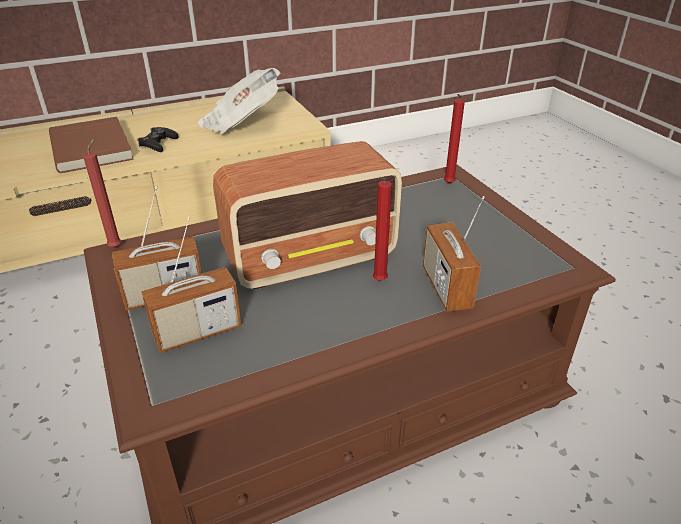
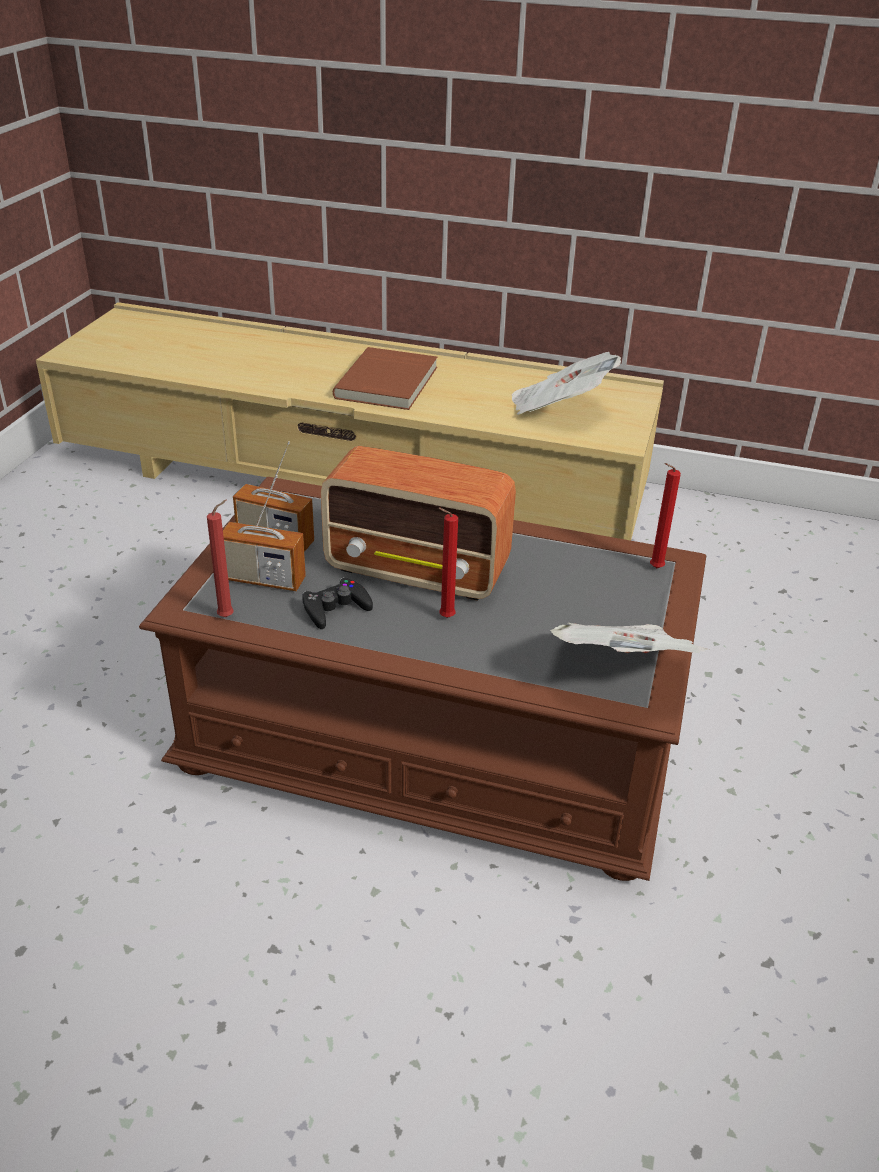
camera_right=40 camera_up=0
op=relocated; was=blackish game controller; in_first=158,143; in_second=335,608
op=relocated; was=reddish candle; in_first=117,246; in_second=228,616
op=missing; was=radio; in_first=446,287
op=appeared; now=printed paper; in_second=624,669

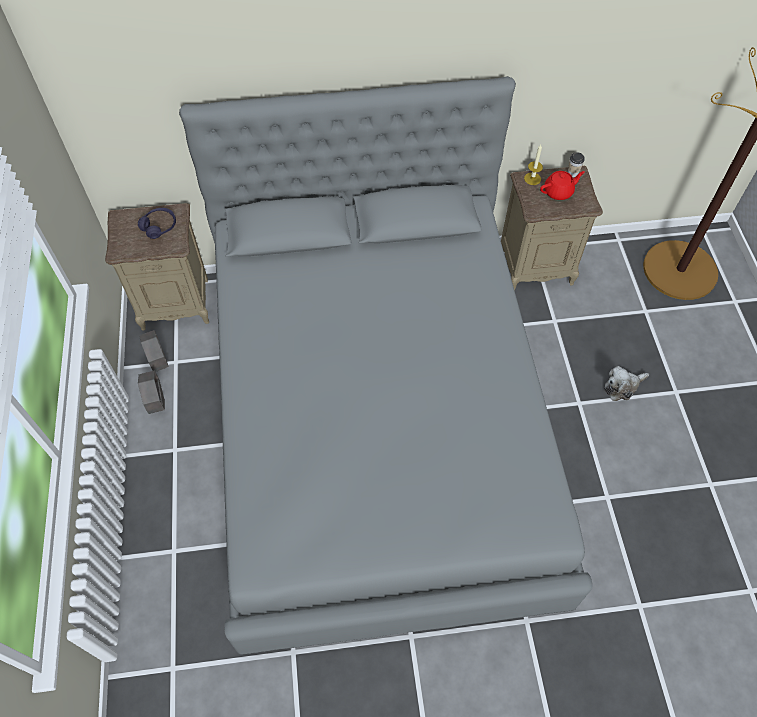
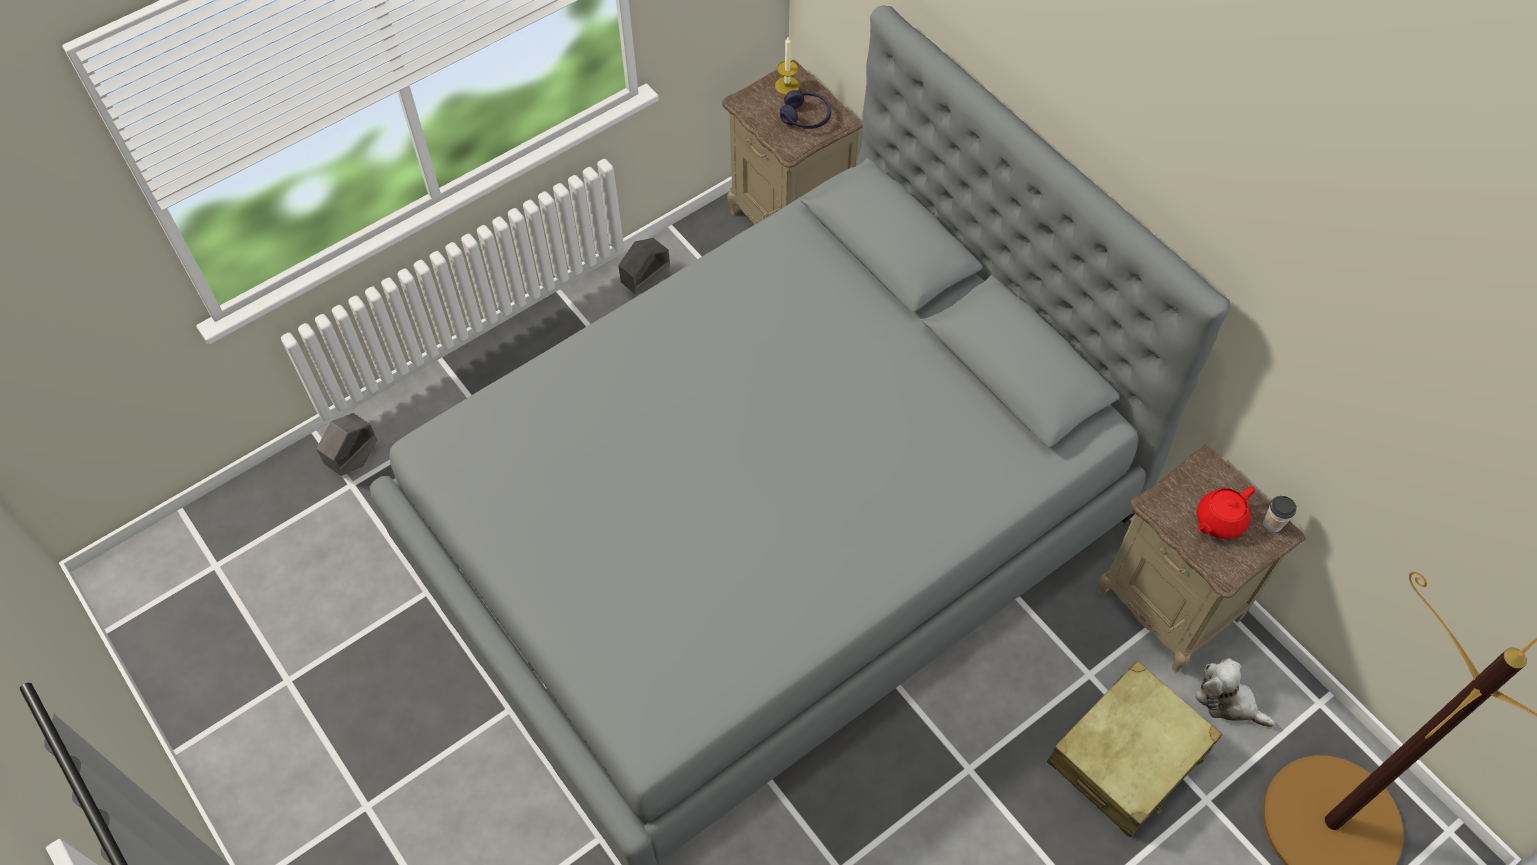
camera_right=60 camera_up=0
op=relocated; was=candle; in_first=532,178; in_second=787,86
op=spun; was=reddish teapot; in_first=558,192; in_second=1218,520; clockwise=105
op=relocated; was=grey planter; in_first=159,362; in_second=354,460
op=relocated; was=soft toy; in_first=622,387; in_second=1228,701
op=appeared; now=beige travel case; in_second=1128,756

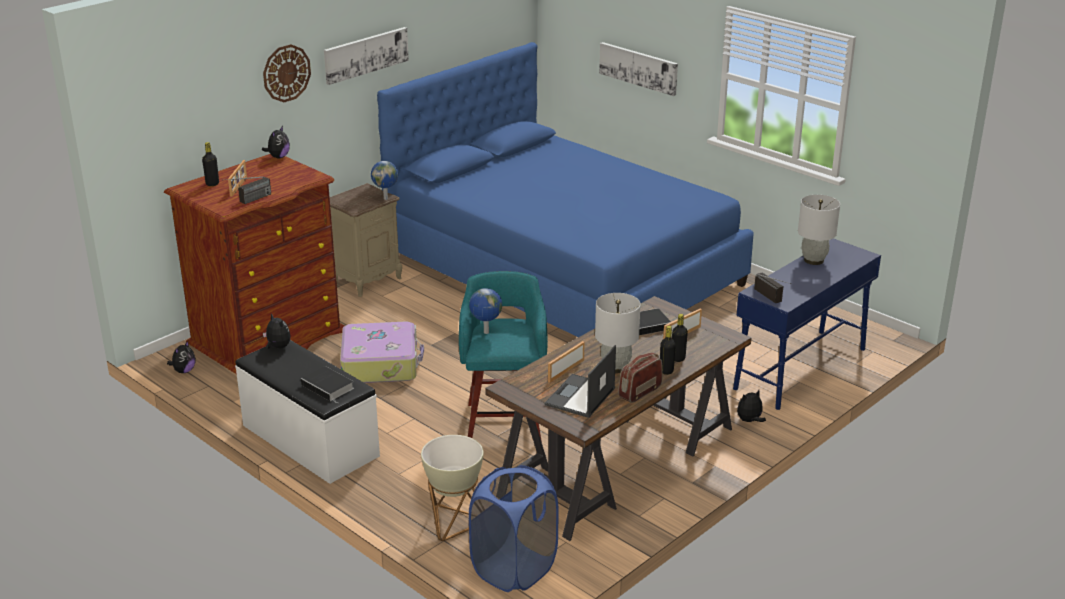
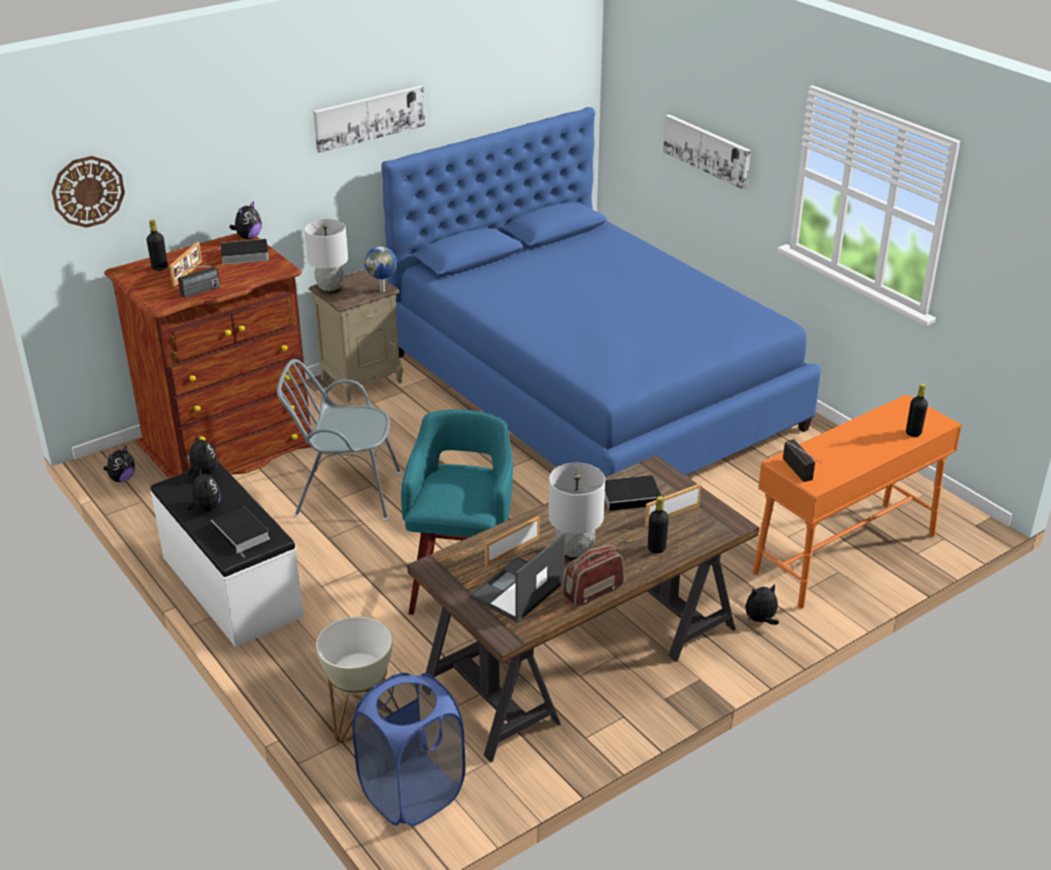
camera_right=10 camera_up=5
op=relocated; was=wall clock; in_first=286,73; in_second=88,191
op=relocated; was=white table lamp; in_first=813,260; in_second=330,289
op=colour; was=bluish hall table; now=orange hall table; in_first=799,369; in_second=843,553
op=missing; was=globe; in_first=485,332
op=exchanged; was=travel case; now=grey plain chair; in_first=381,363; in_second=343,492
op=relocated; was=blackish beverage bottle; in_first=666,371; in_second=913,433
op=appeared; now=bound book; in_second=243,255
op=appeared; now=soft toy; in_second=205,508

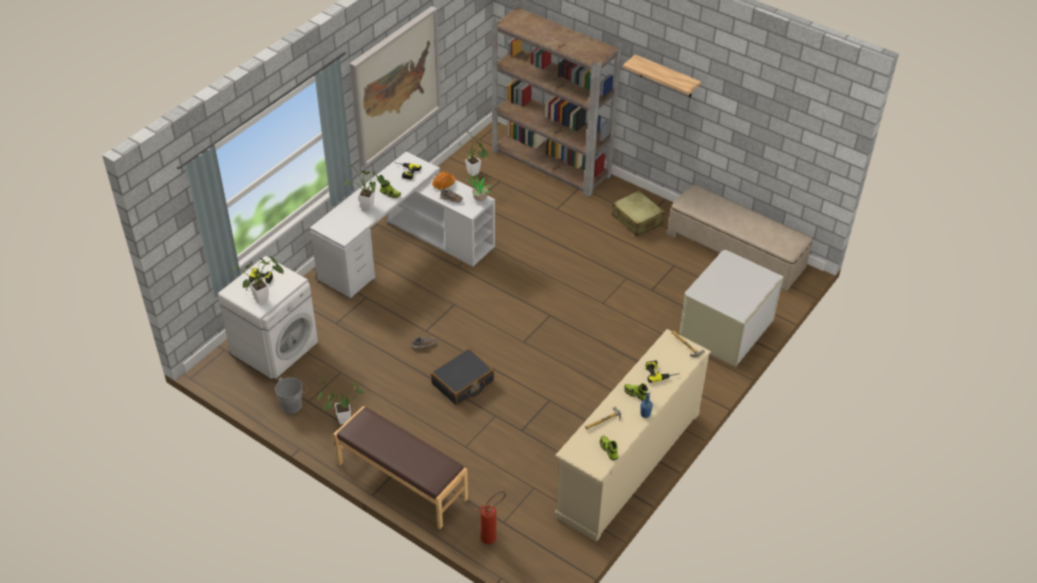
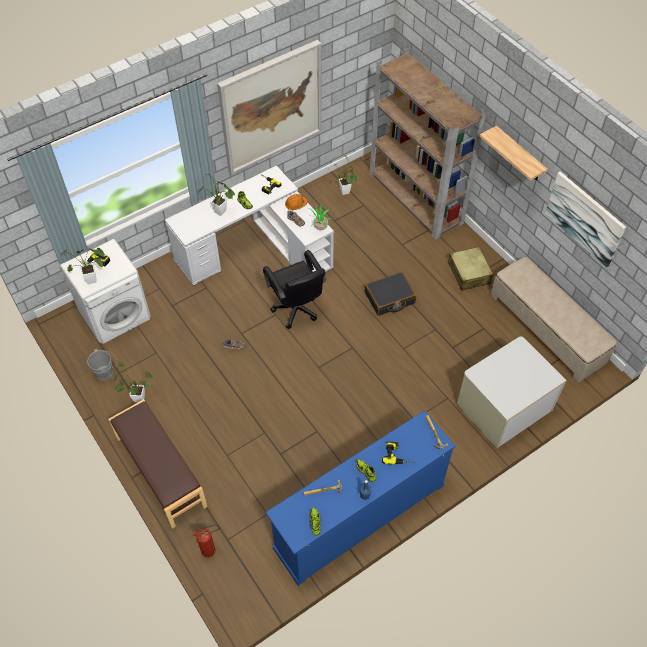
camera_right=20 camera_up=10
op=colour; was=beige cabinet; now=bluish cabinet; in_first=628,464; in_second=359,516
op=relocated; was=blackish travel case; in_first=463,383; in_second=389,298
op=appeared; now=wall art; in_second=584,218
op=appeared; now=blackish office chair; in_second=297,312

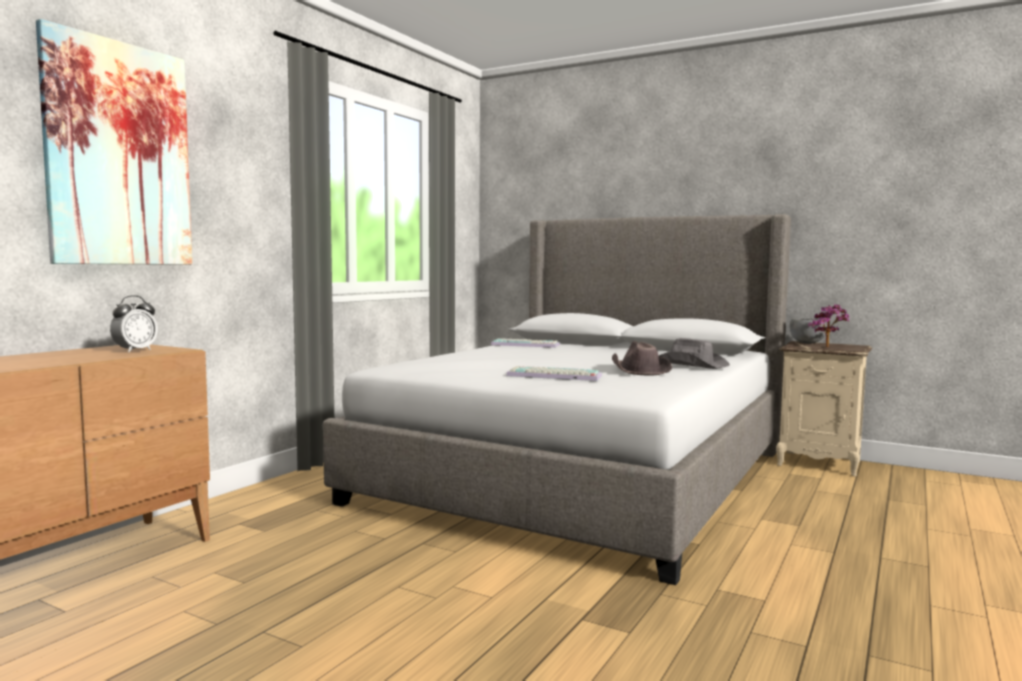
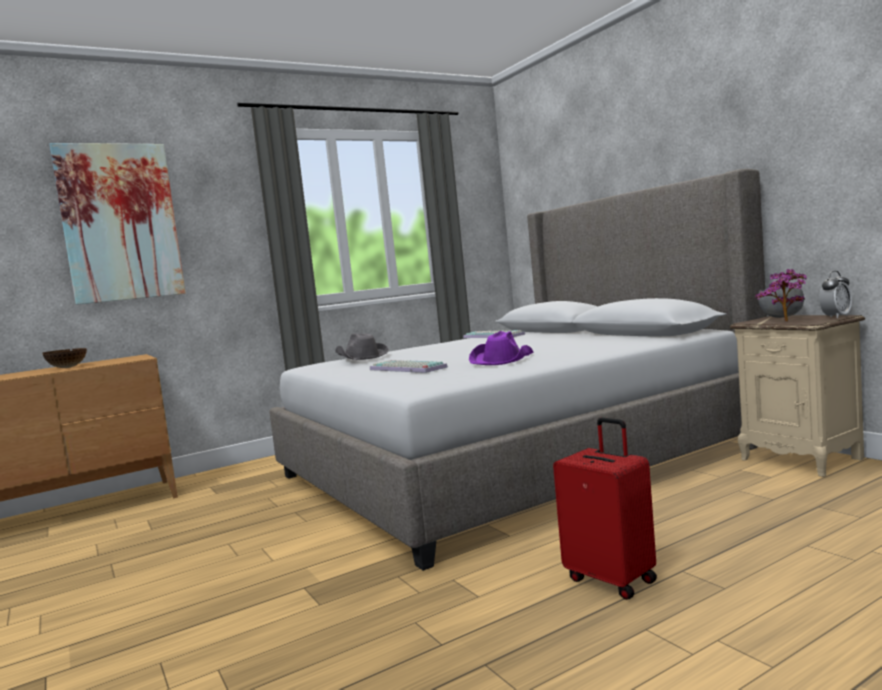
camera_right=30 camera_up=0
op=relocated; was=table clock; in_first=135,350; in_second=836,317
op=relocated; was=grey wearable hat; in_first=691,365; in_second=361,357
op=colour; was=brown-coloured wearable hat; now=purple-coloured wearable hat; in_first=639,370; in_second=502,360
op=appeared; now=deep dish; in_second=67,368
op=appeared; now=reddish travel case; in_second=612,579

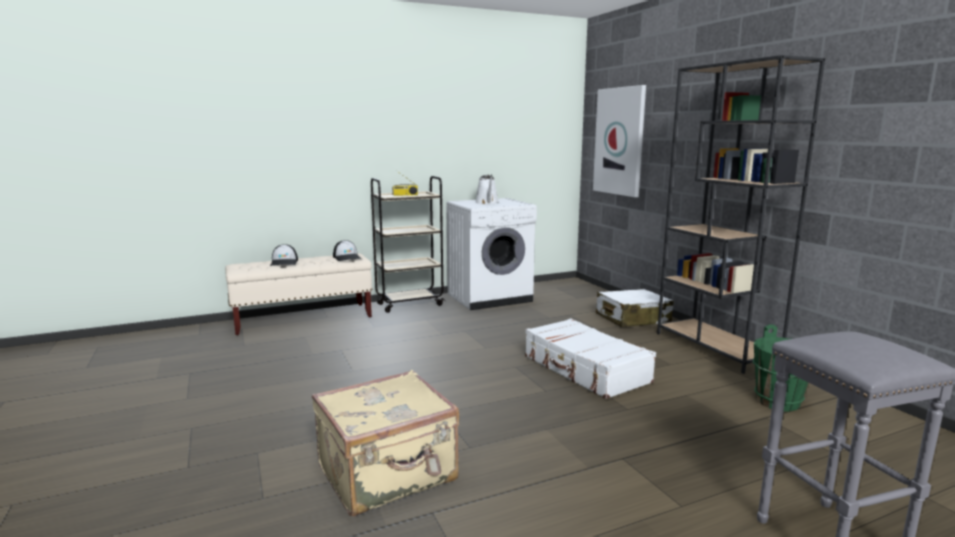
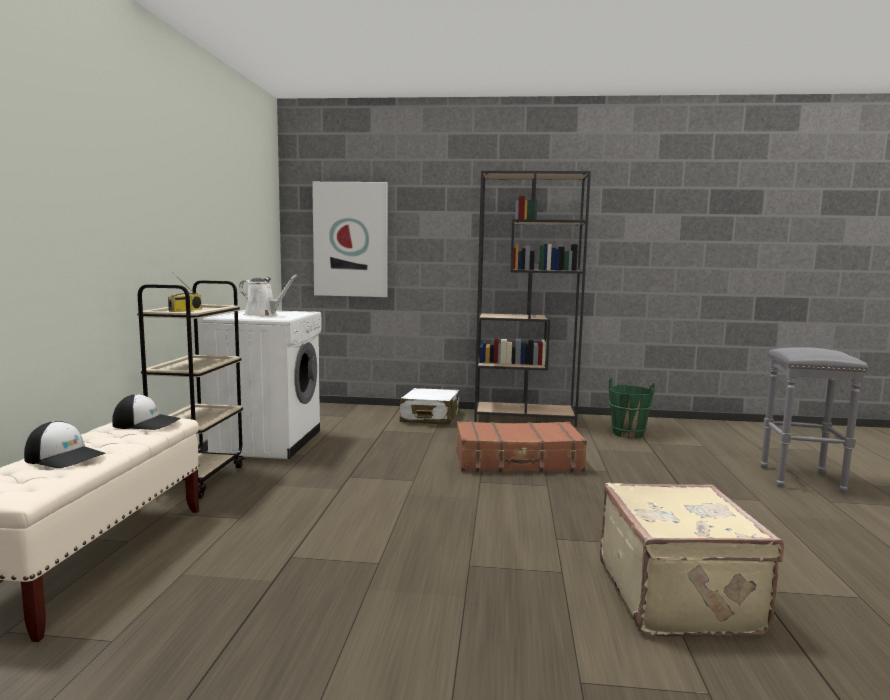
camera_right=-60 camera_up=-5
op=colour; was=white travel case; now=brown-coloured travel case; in_first=585,369; in_second=518,461

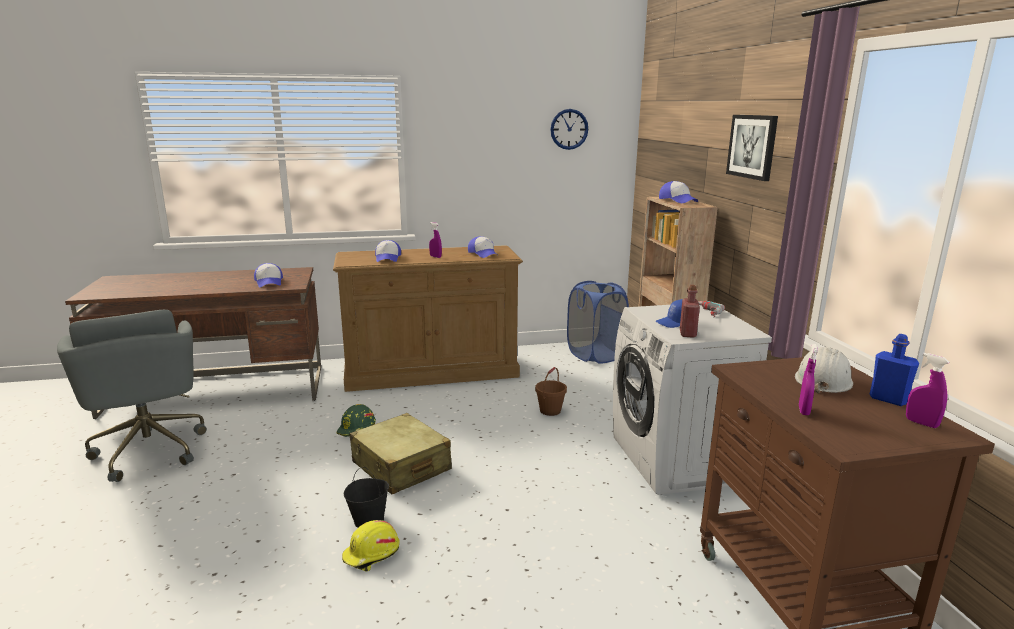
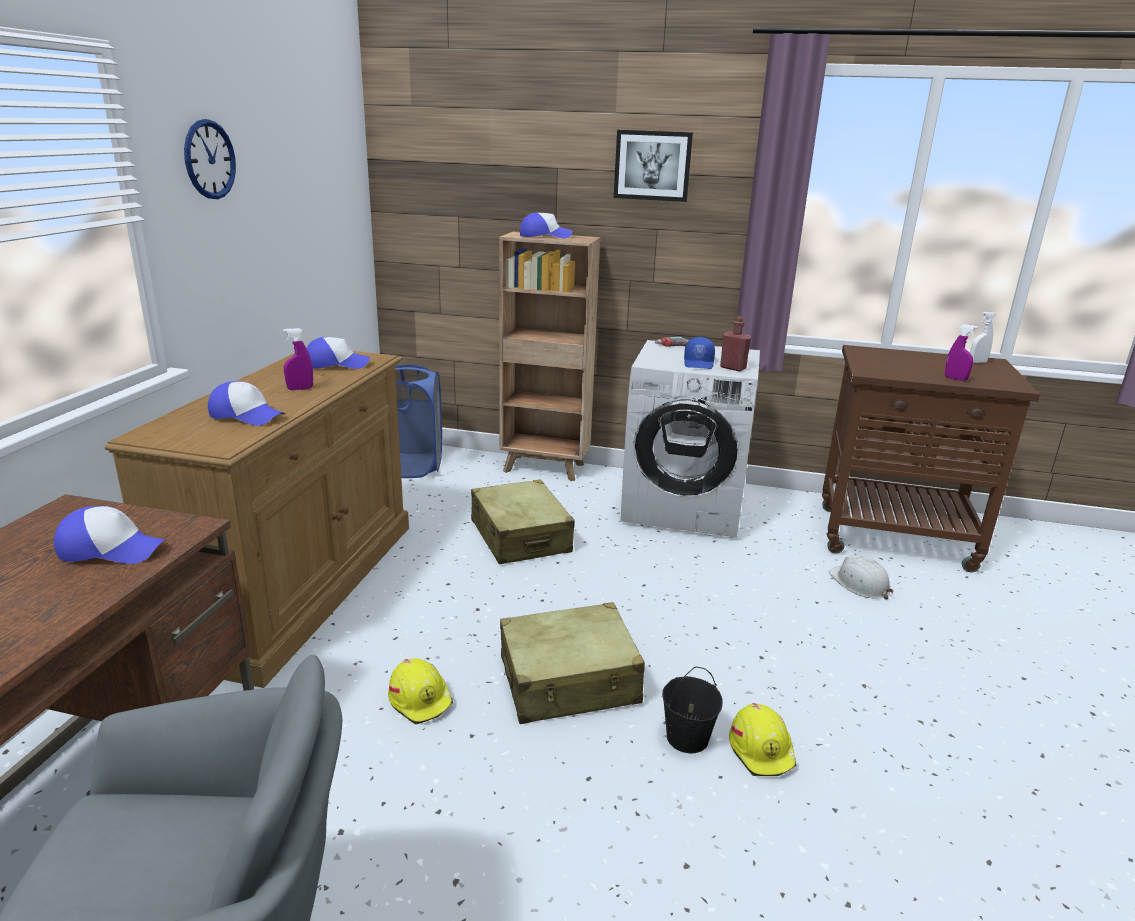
camera_right=-65 camera_up=5
op=relocated; was=wall clock; in_first=569,129; in_second=209,159
op=missing; was=bluish beverage bottle; in_first=888,399
op=relocated; was=white safety helmet; in_first=823,380; in_second=860,584
op=colour; was=purple-coloured hand sprayer; now=white hand sprayer; in_first=921,423; in_second=977,362
op=exchanged; was=brown-coloured bucket; now=beige travel case; in_first=550,410; in_second=520,537
op=colour; was=green safety helmet; now=yellow safety helmet; in_first=357,429; in_second=421,699

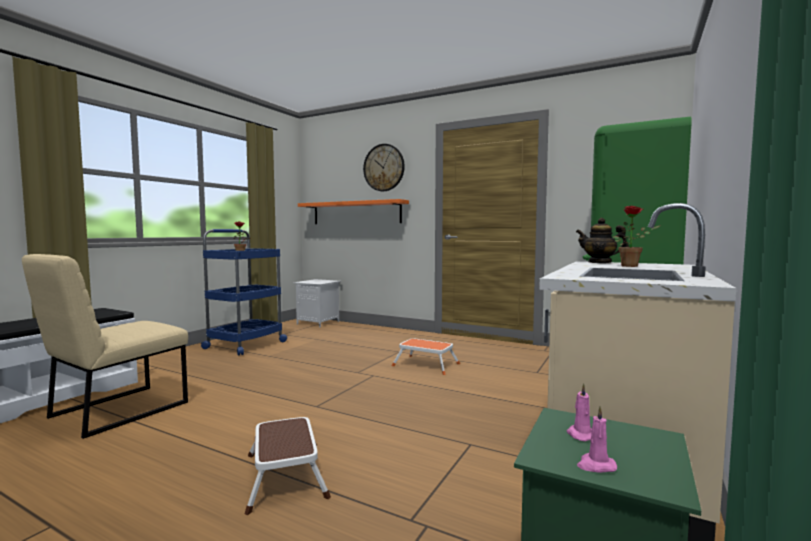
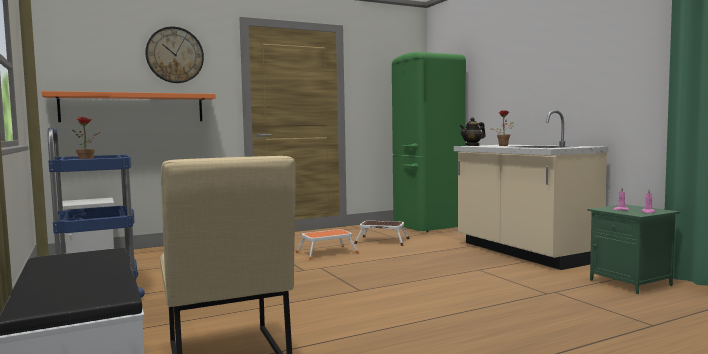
camera_right=-55 camera_up=0
op=relocated; was=brown-coloured step stool; in_first=285,475; in_second=382,241

